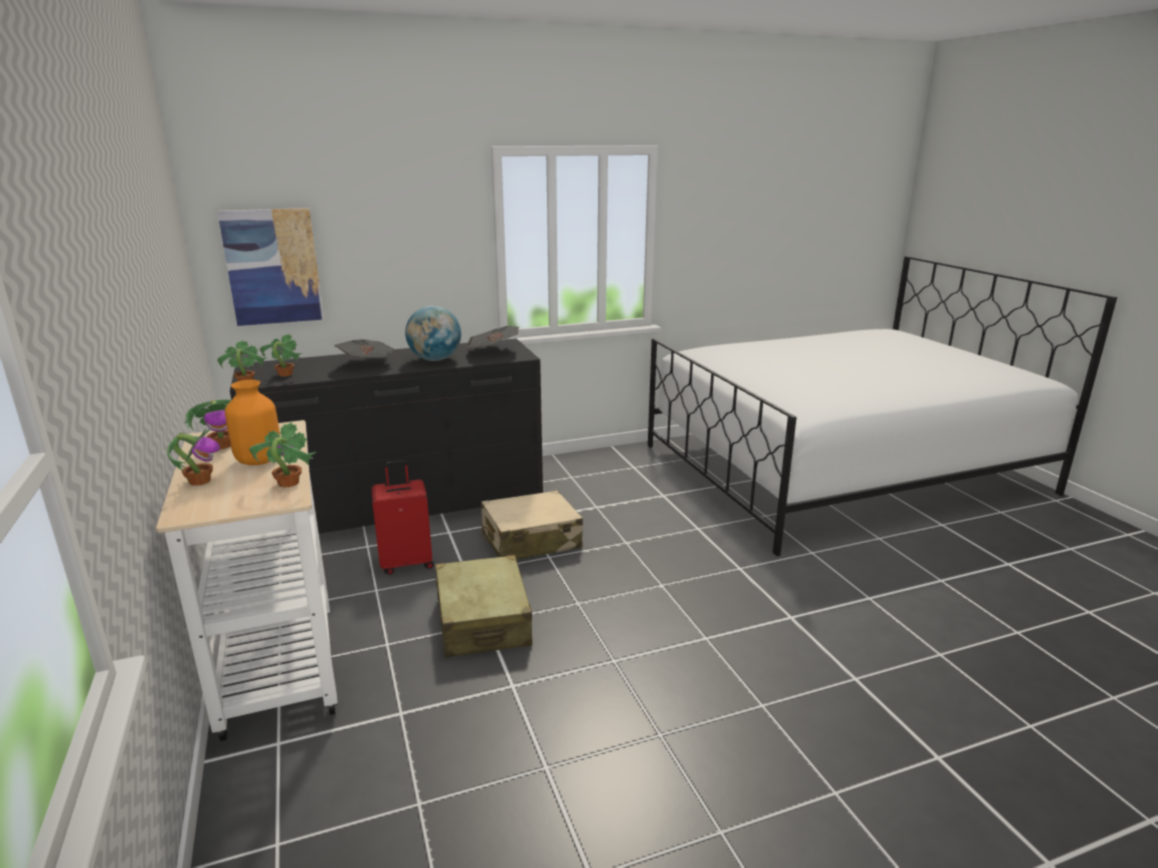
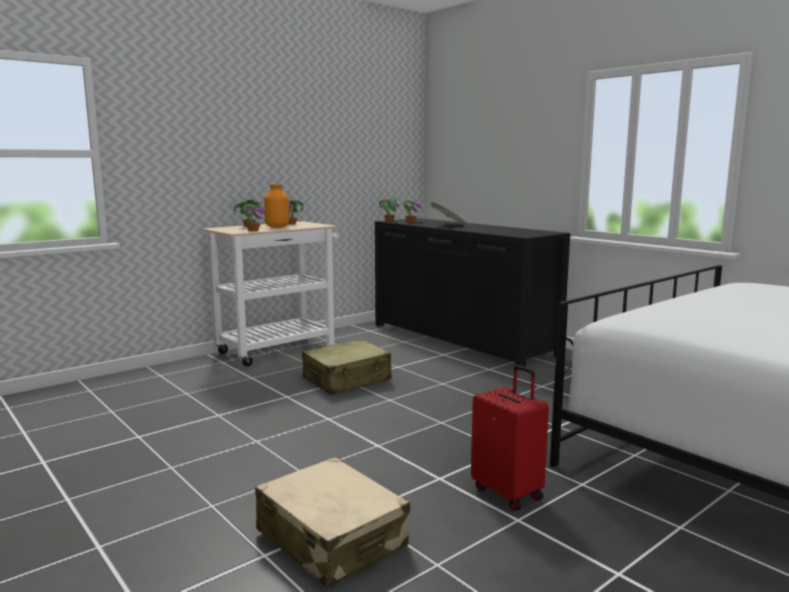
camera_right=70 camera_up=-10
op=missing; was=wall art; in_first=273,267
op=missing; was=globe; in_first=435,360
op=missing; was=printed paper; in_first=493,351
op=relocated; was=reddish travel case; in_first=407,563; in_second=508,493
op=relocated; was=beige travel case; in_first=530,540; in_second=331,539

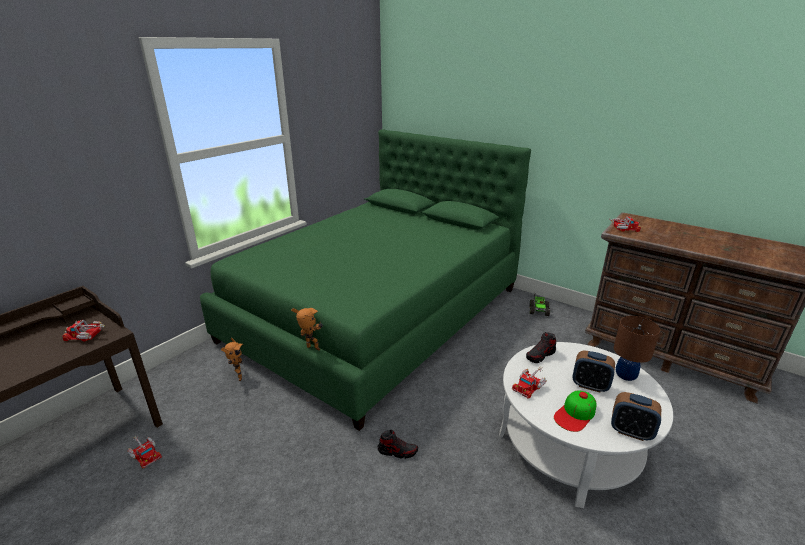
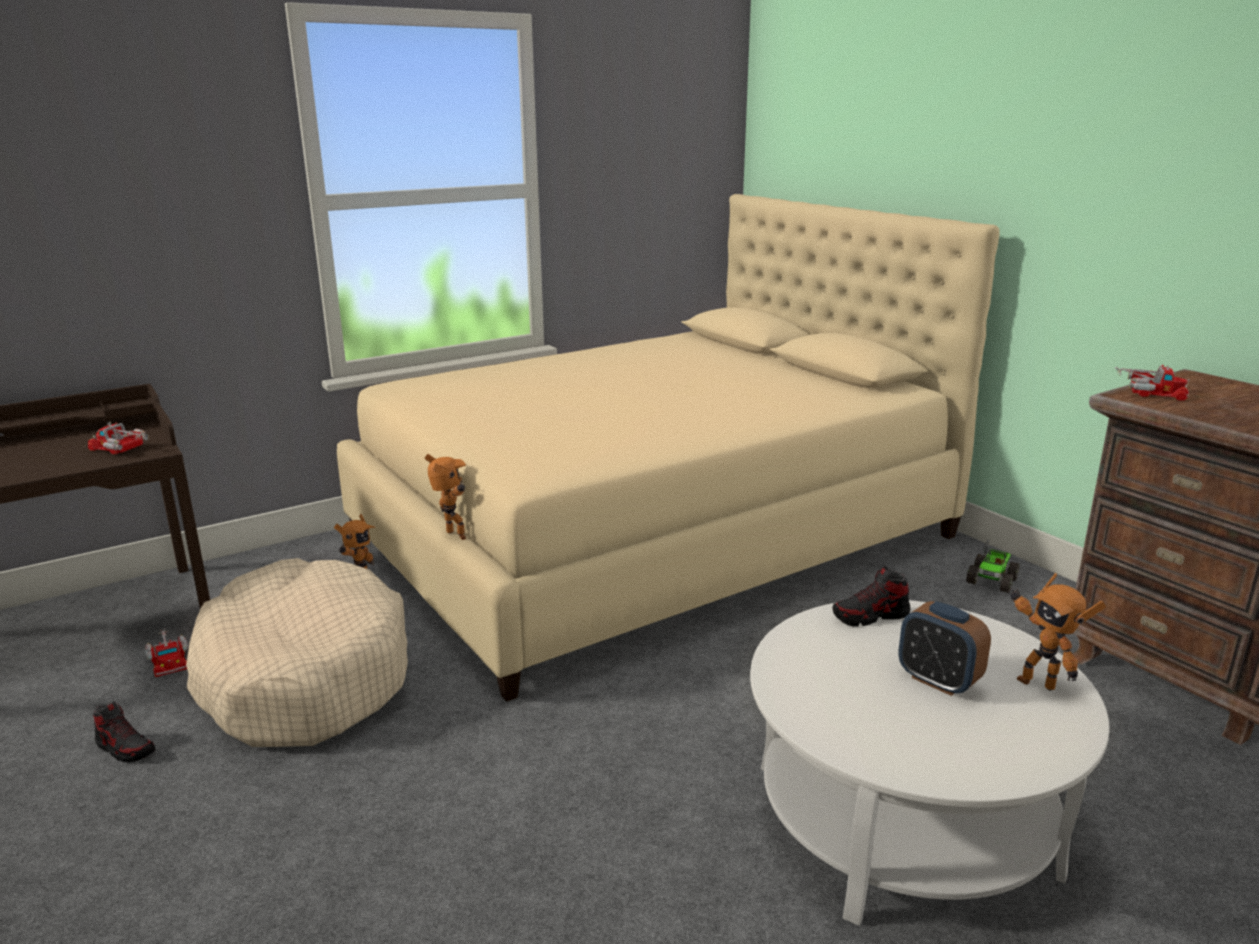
camera_right=20 camera_up=-5
op=colour; was=green bed; now=beige bed; in_first=377,313; in_second=652,534
op=exchanged; was=brown-coloured table lamp; now=model robot; in_first=626,376; in_second=1037,682
op=missing; was=toy lorry; in_first=529,385
op=missing; was=cap; in_first=575,414
op=missing; was=table clock; in_first=631,431
op=relocated; was=shoe; in_first=397,451; in_second=125,748
op=appeared; now=beige dog cushion; in_second=304,676

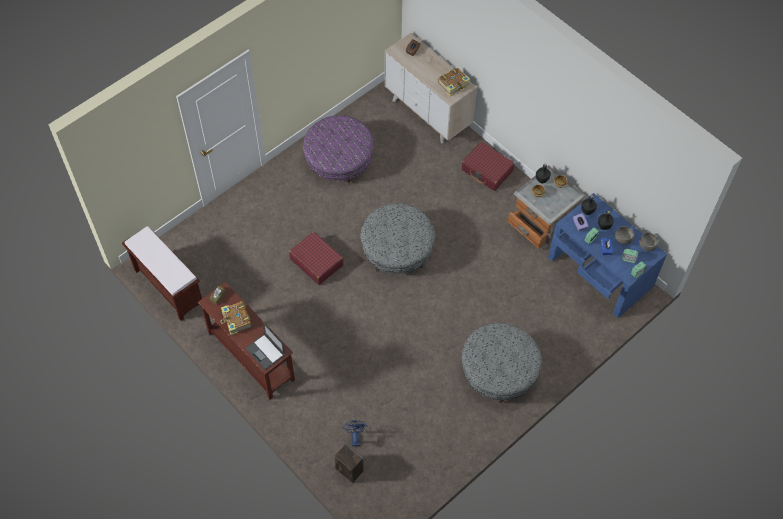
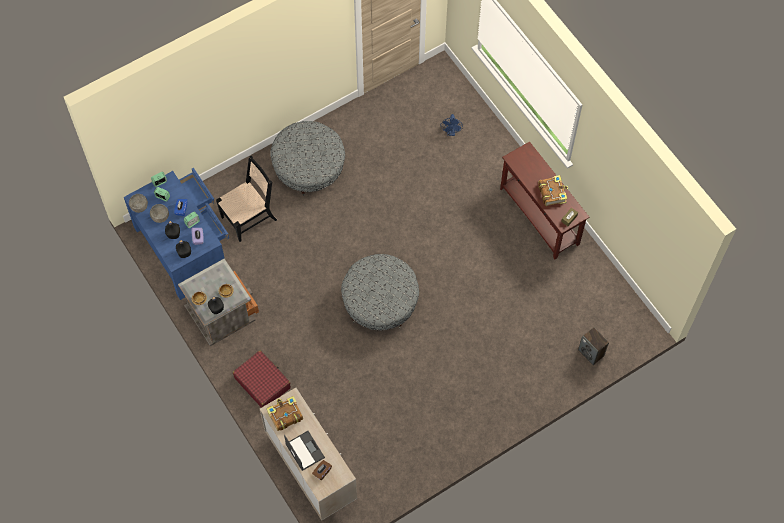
camera_right=-170 camera_up=5
op=missing; was=purple-coloured footrest; in_first=339,161
op=missing; was=brown-coloured indoor bench; in_first=168,287
op=missing; was=reddish travel case; in_first=316,262
op=relocated; was=portable computer; in_first=265,352; in_second=304,450
op=relocated; was=speaker; in_first=349,470; in_second=591,353
op=appeared; now=plain chair; in_second=249,218

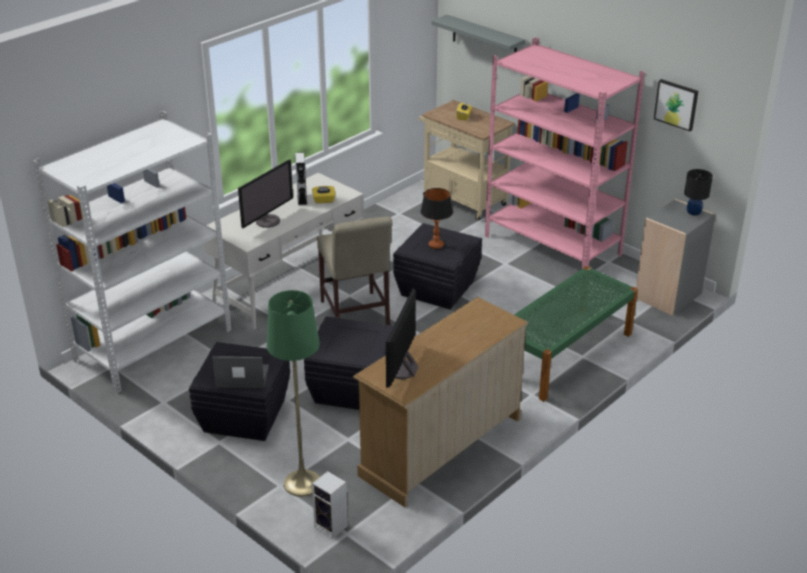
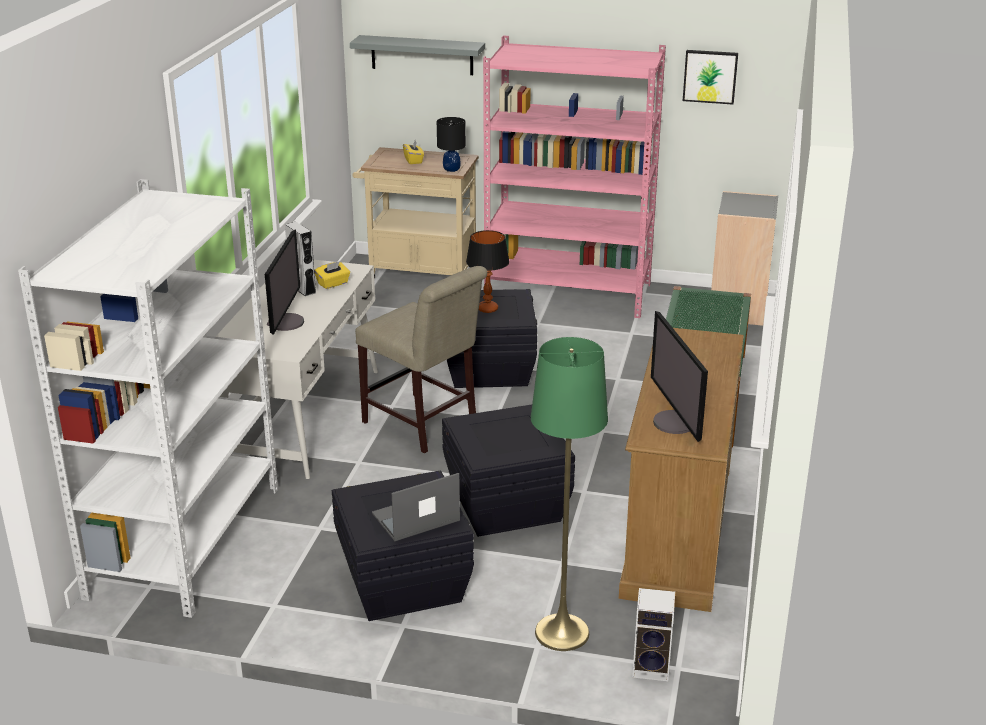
camera_right=-30 camera_up=-5
op=relocated; was=blackish table lamp; in_first=693,213; in_second=451,170

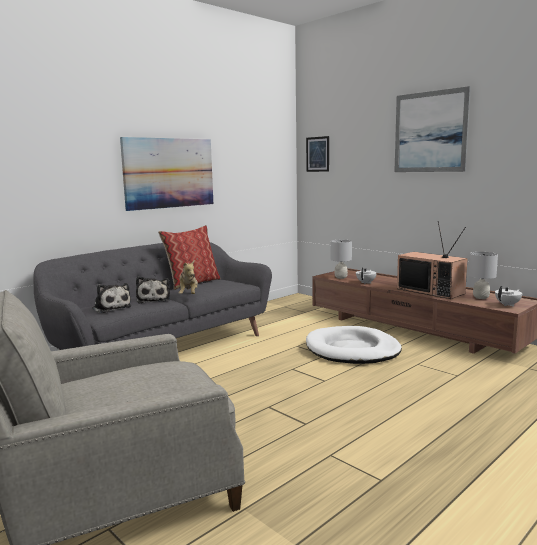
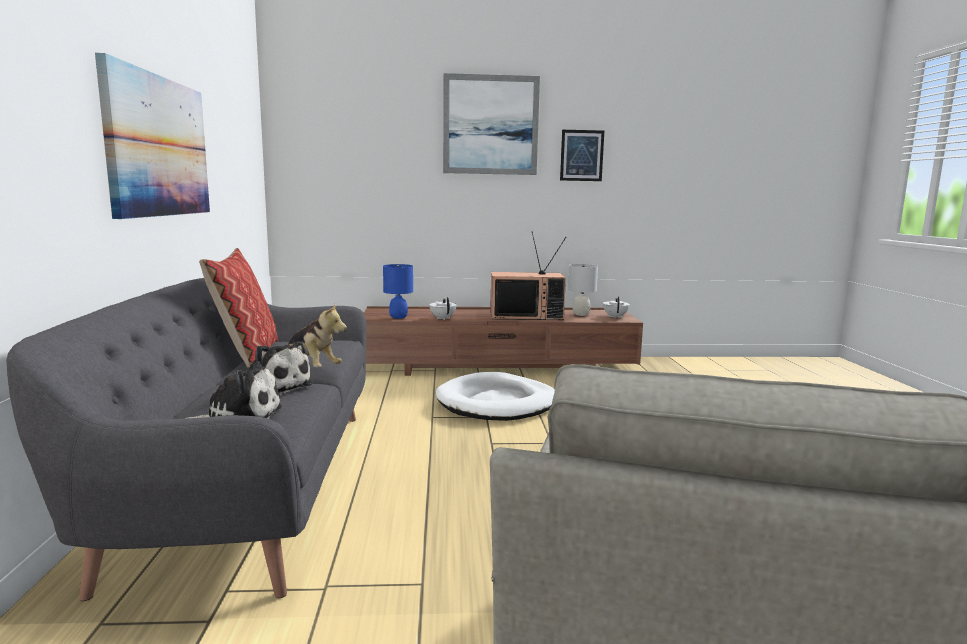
camera_right=-50 camera_up=0
op=relocated; was=wall art; in_first=317,154; in_second=581,155
op=colour; was=grey table lamp; now=bluish table lamp; in_first=340,278; in_second=398,317

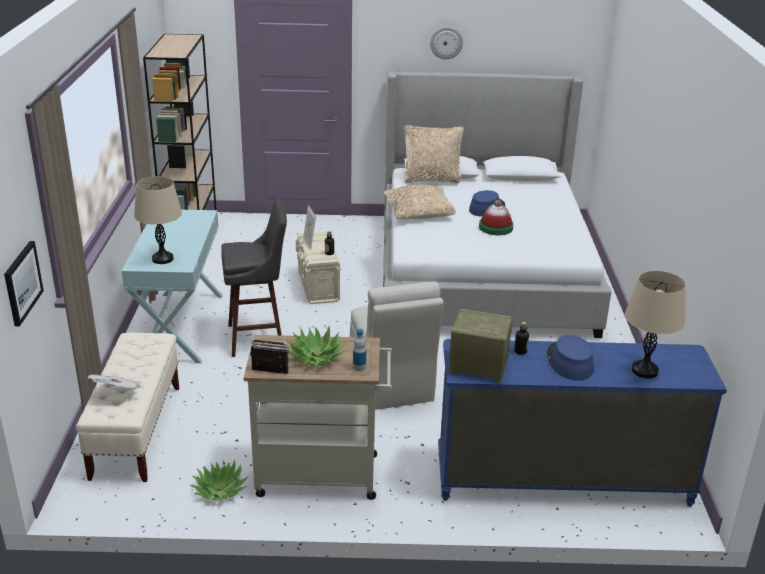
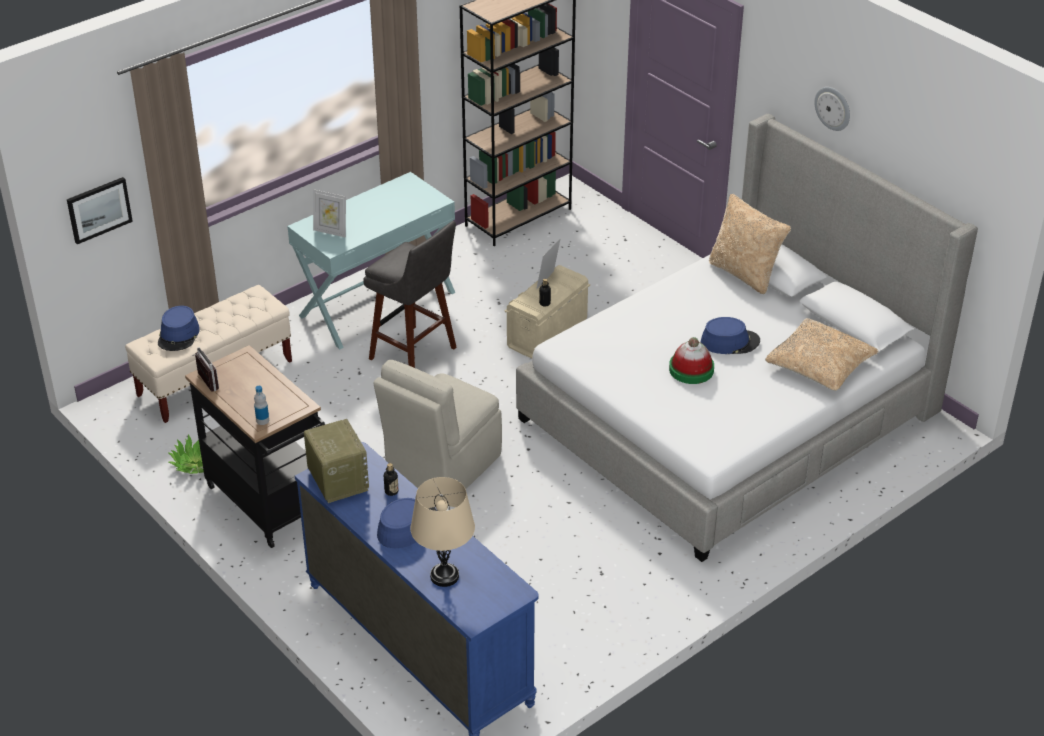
camera_right=50 camera_up=10
op=exchanged; was=beige table lamp; now=standing frame; in_first=162,259; in_second=331,231
op=relocated; was=beige throw pillow; in_first=419,212; in_second=820,365
op=missing; was=houseplant; in_first=316,357
op=colour; was=beige trolley; now=blackish trolley; in_first=322,476; in_second=269,504
op=exchanged; was=printed paper; now=bluish wearable hat; in_first=118,392; in_second=179,335

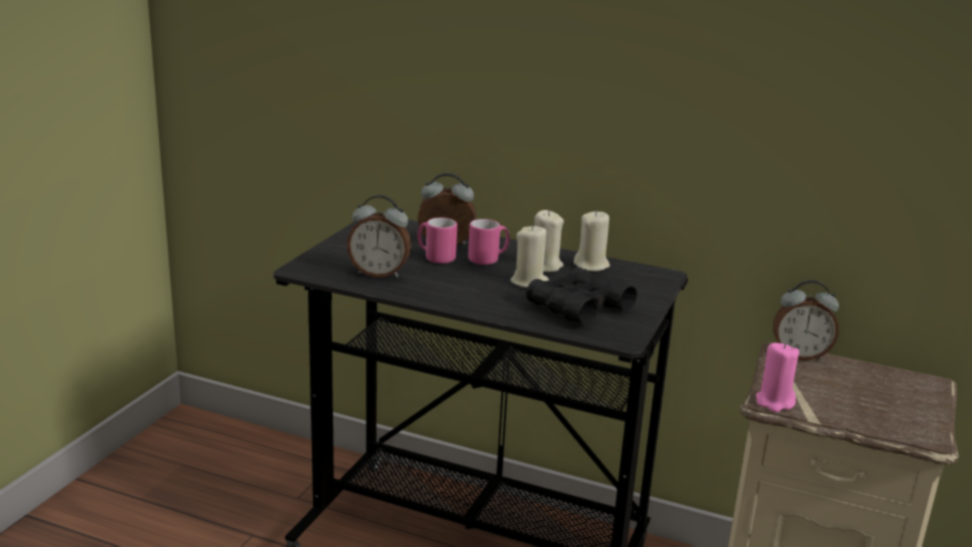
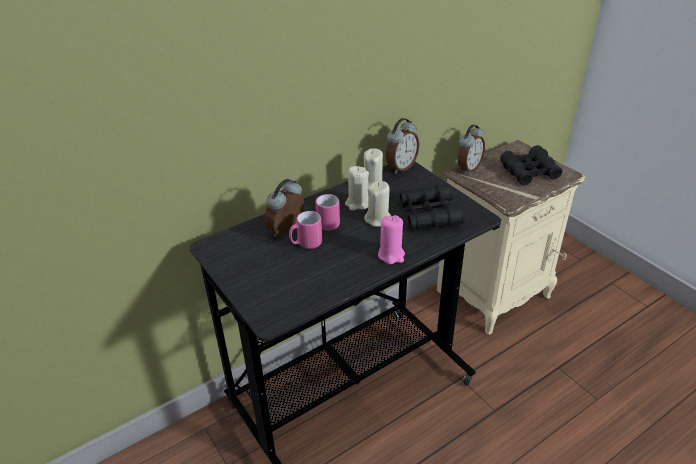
camera_right=-55 camera_up=15
op=relocated; was=table clock; in_first=379,273; in_second=401,167
op=relocated; was=pink candle; in_first=774,402; in_second=391,255
op=appeared; now=blackish binoculars; in_second=529,172

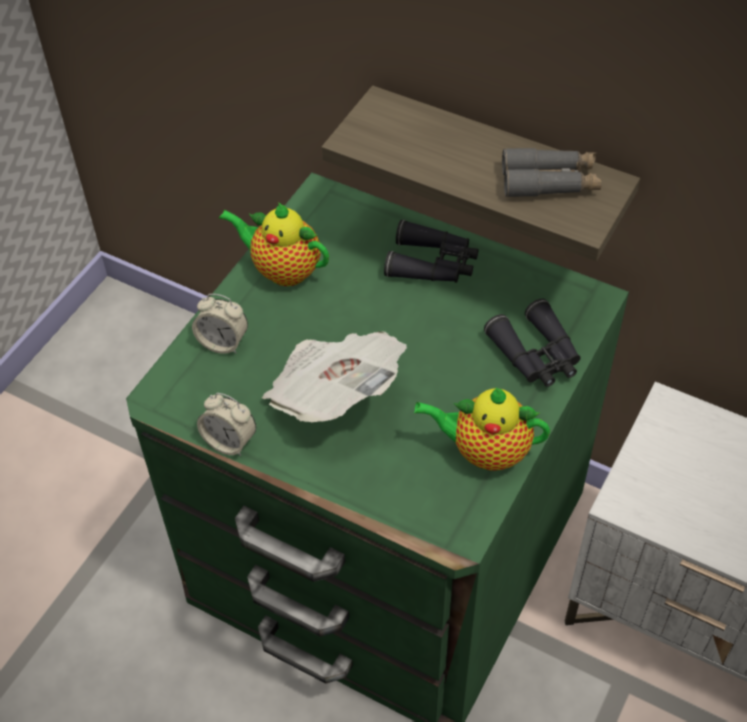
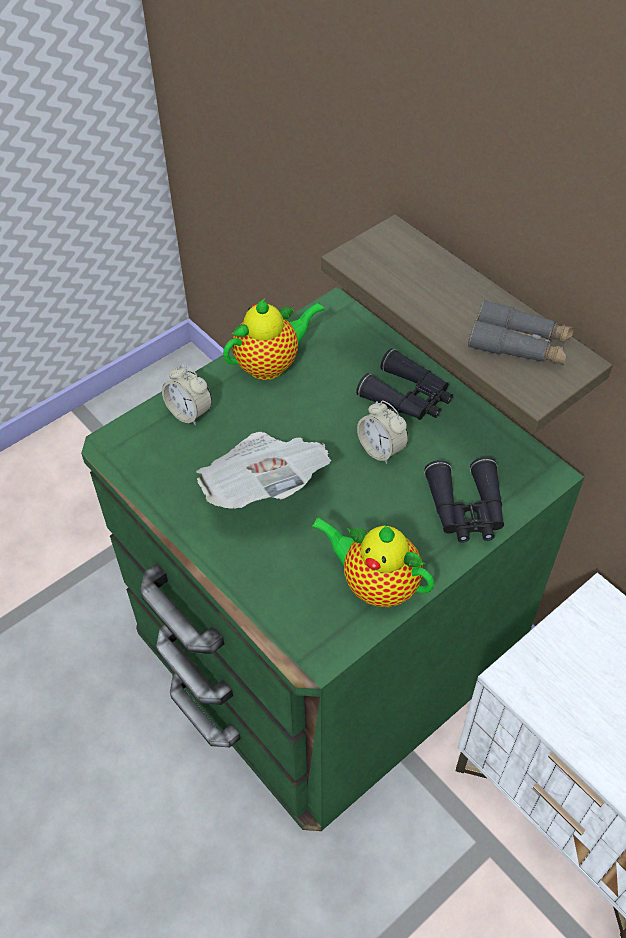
camera_right=20 camera_up=0
op=spun; was=teapot; in_first=282,269; in_second=271,364; clockwise=105
op=relocated; was=table clock; in_first=230,441; in_second=381,449

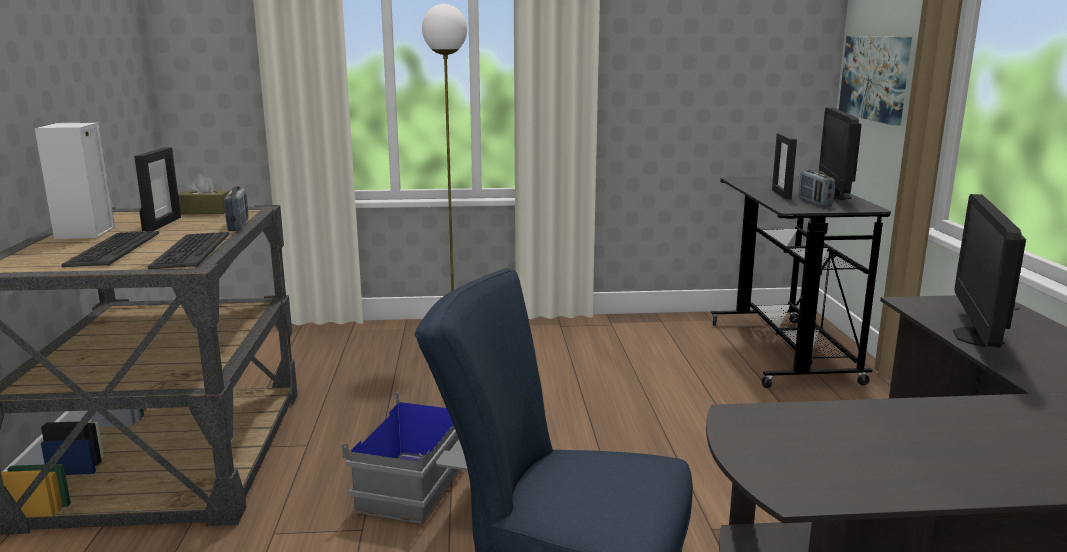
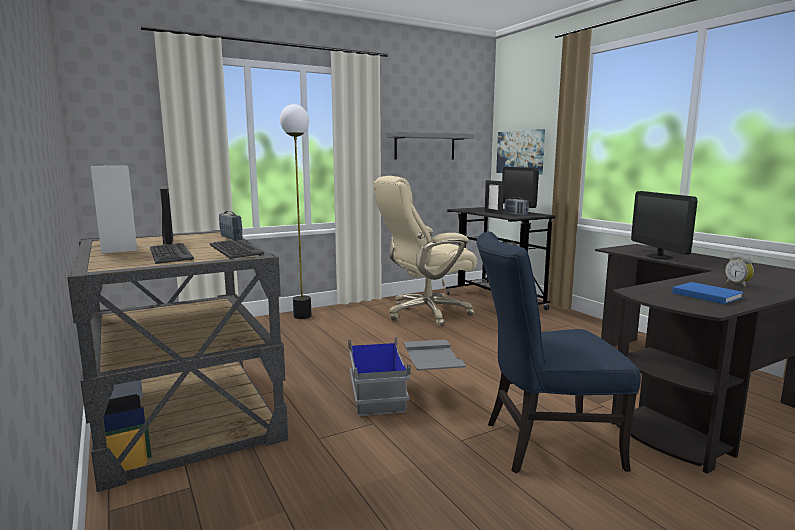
camera_right=-25 camera_up=-5
op=missing; was=brown-coloured tissue holder; in_first=205,211
op=appeared; now=grey shelf; in_second=425,146
op=appeared; now=beige office chair; in_second=425,314
op=appeared; now=table clock; in_second=738,284
op=appeared; now=bluish bound book; in_second=705,295

